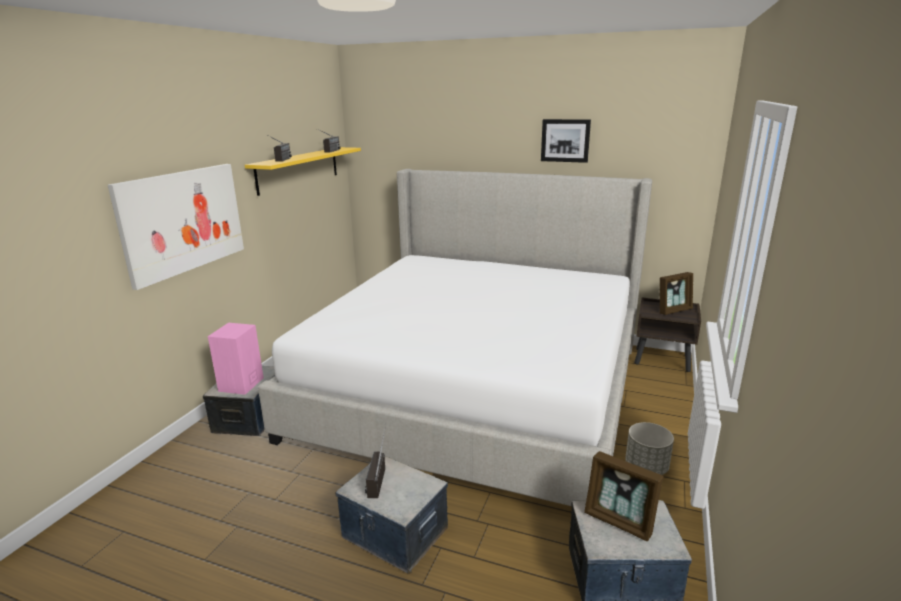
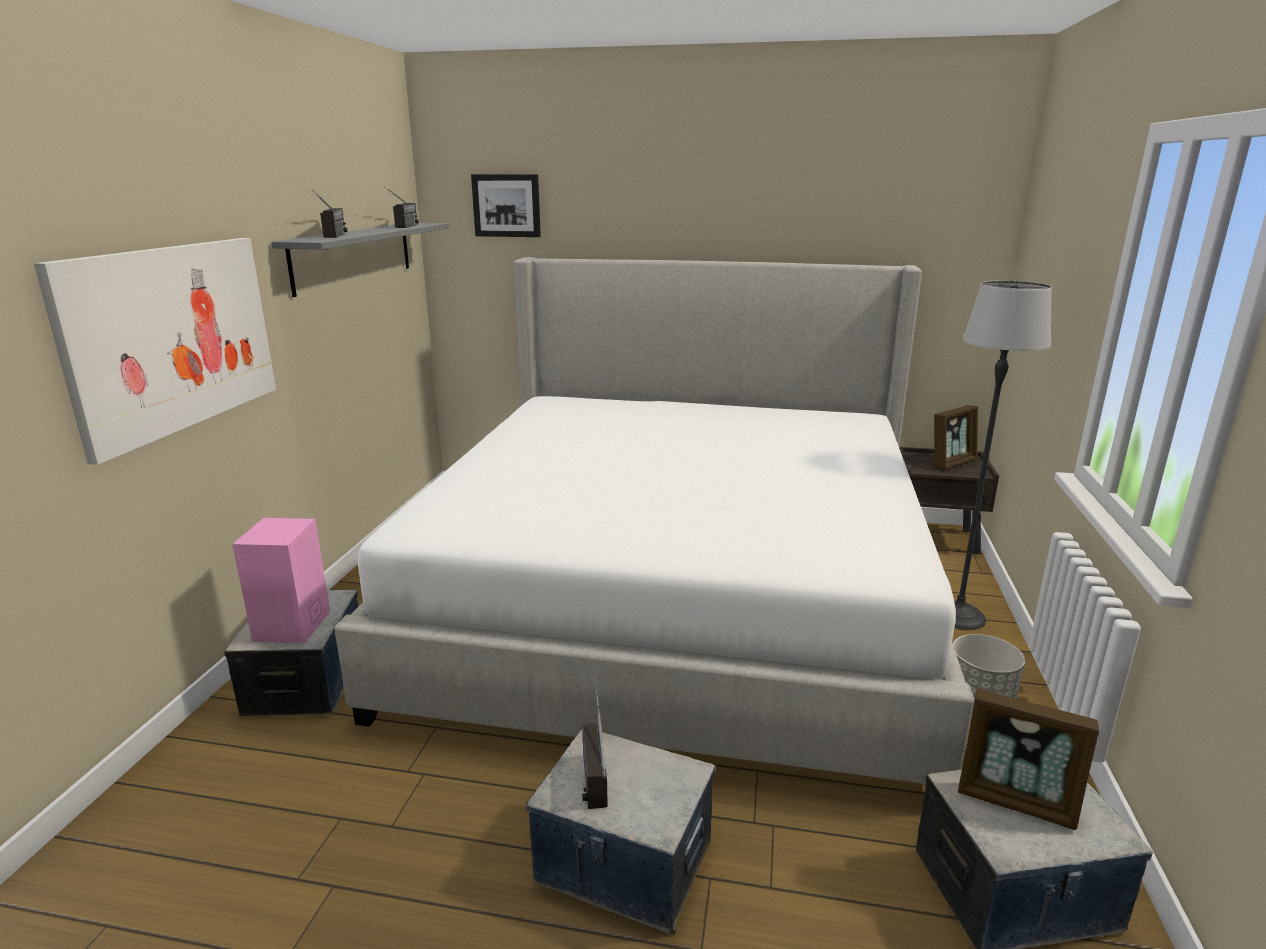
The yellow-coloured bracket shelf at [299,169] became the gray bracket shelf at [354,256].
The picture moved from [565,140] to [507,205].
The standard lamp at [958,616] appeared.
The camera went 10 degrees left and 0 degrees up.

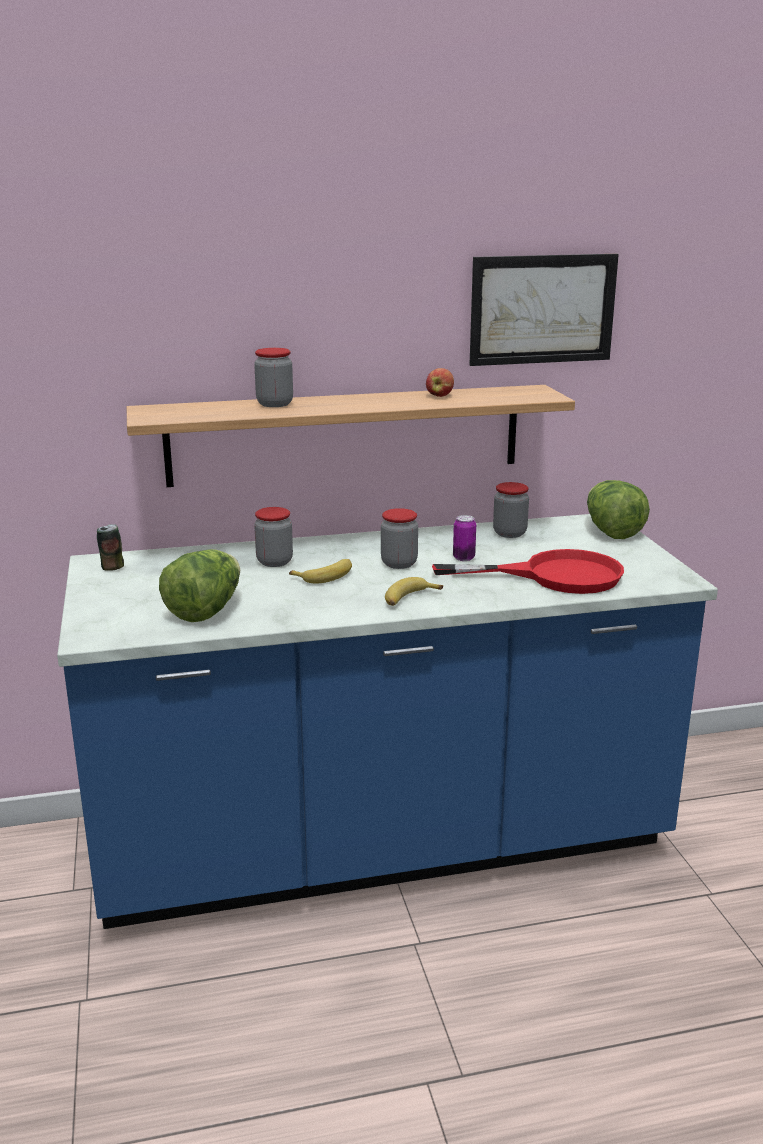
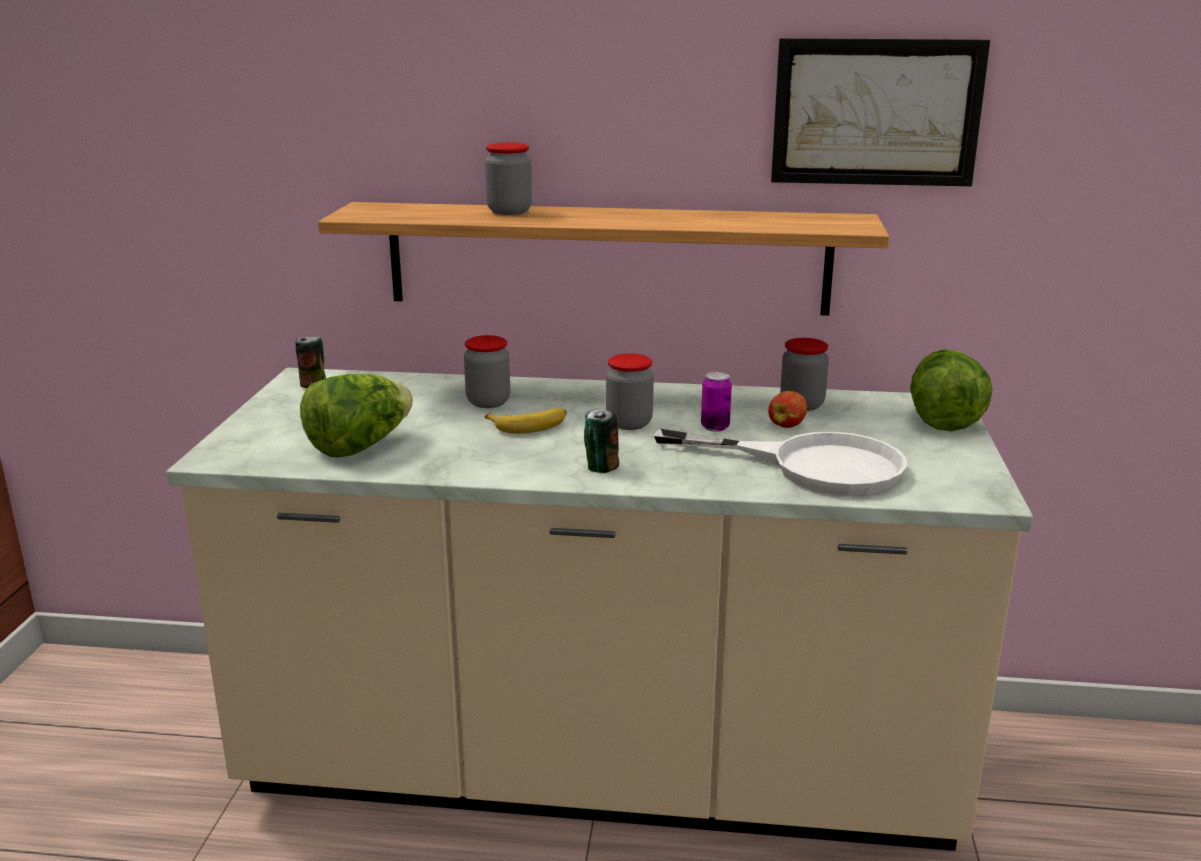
The bluish counter at [381,844] became the beige counter at [600,767].
The whole banana at [409,599] was replaced by the metal can at [600,467].
The reddish frying pan at [554,576] became the white frying pan at [812,465].
The apple moved from [439,396] to [787,425].
The camera went 20 degrees right and 0 degrees up.

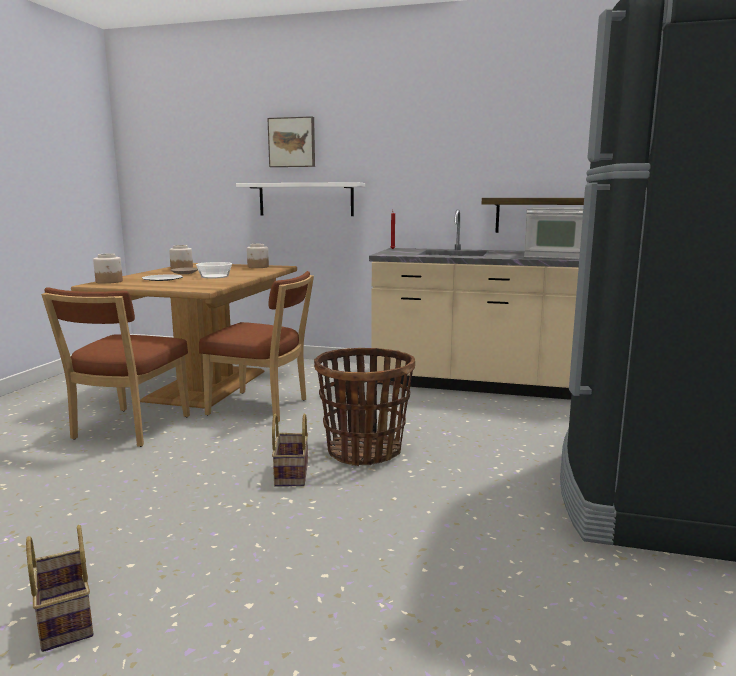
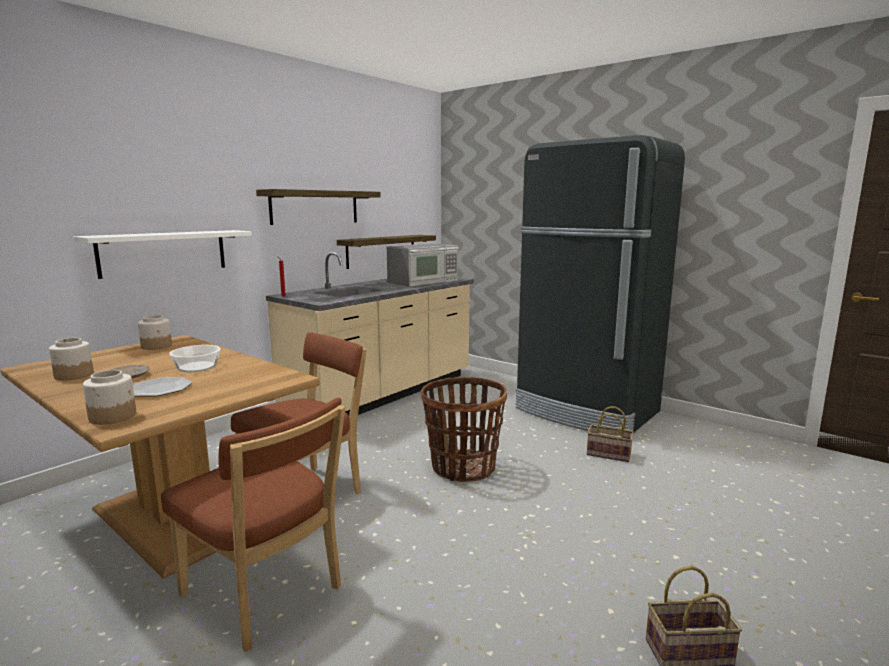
The bracket shelf at [315,207] appeared.
The storage basket moved from [290,473] to [607,454].
The picture at [292,142] disappeared.
The camera went 65 degrees left and 0 degrees up.

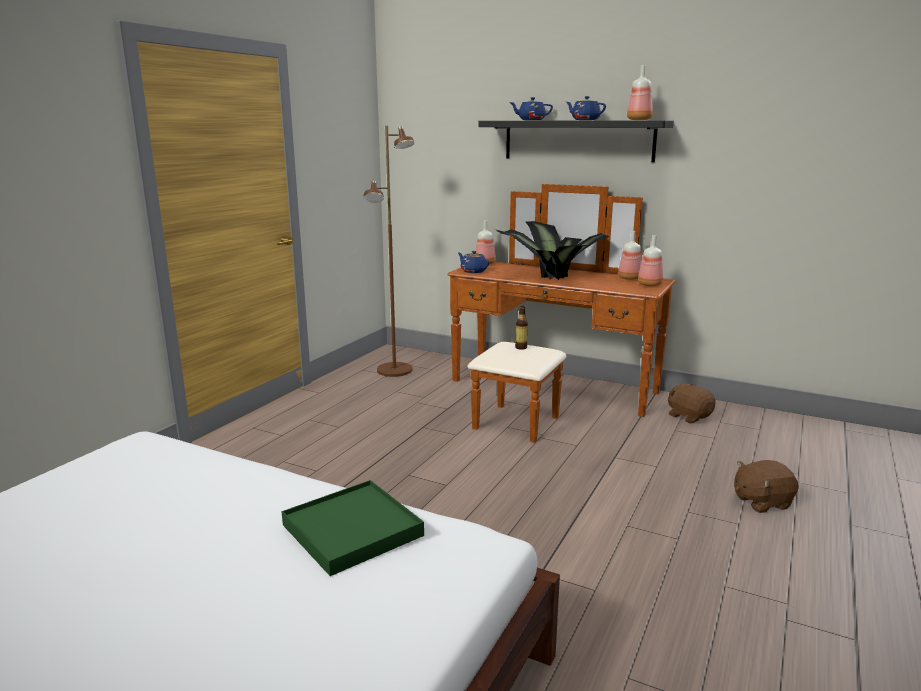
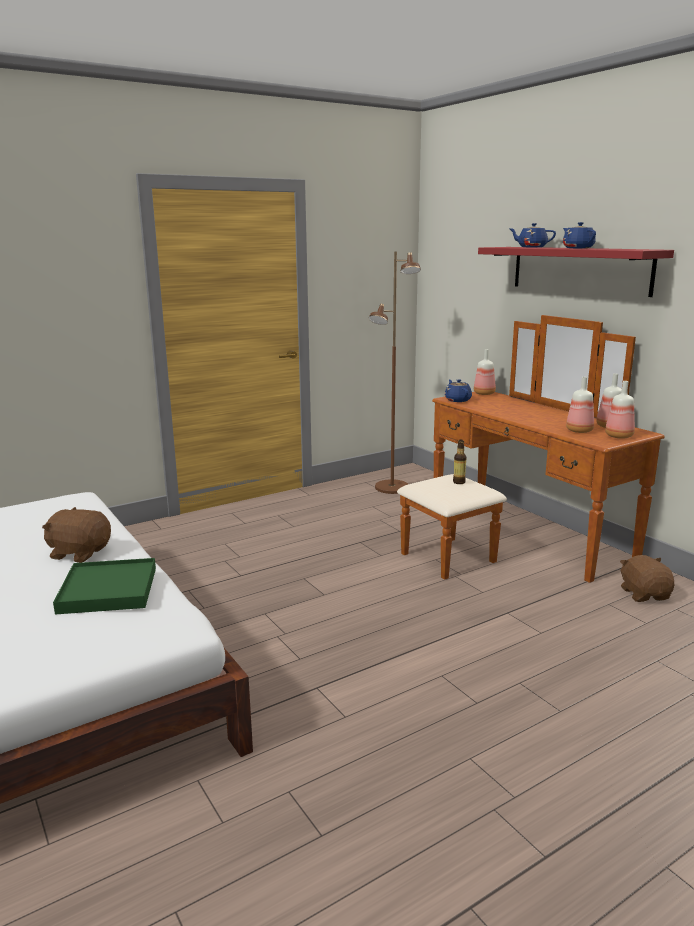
The brown-coloured plush toy moved from [761,501] to [79,553].
The blackish bracket shelf at [578,140] became the reddish bracket shelf at [579,269].
The drink bottle moved from [639,120] to [580,431].
The plant in a pot at [547,276] disappeared.
The camera went 30 degrees right and 0 degrees up.

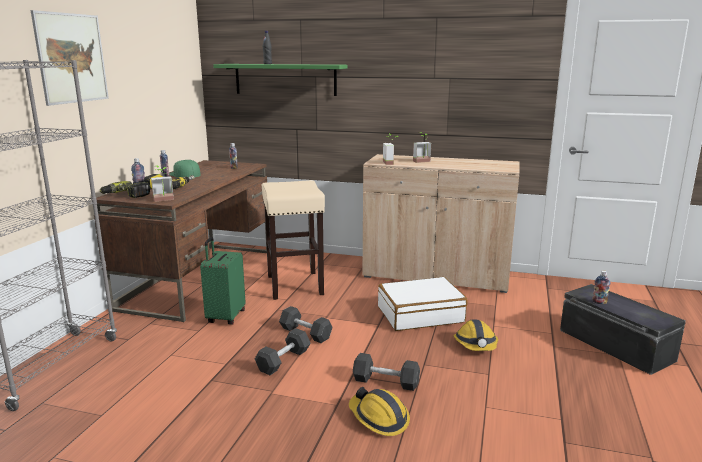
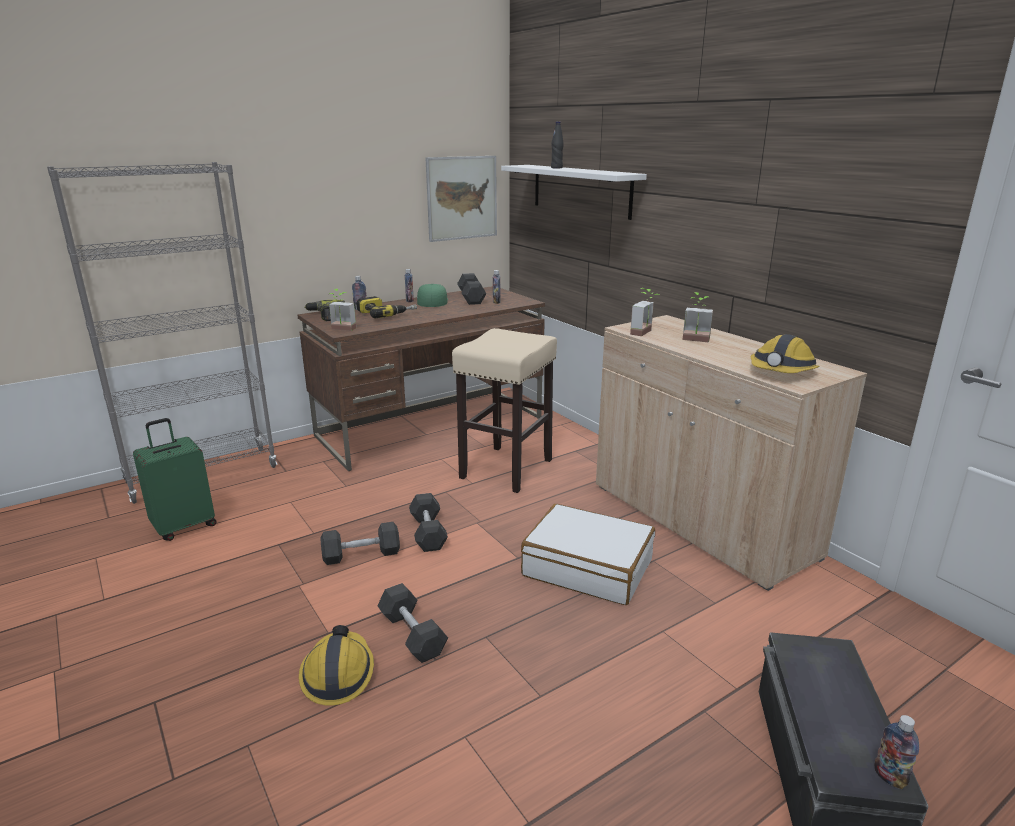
The green-coloured travel case moved from [225,317] to [184,526].
The picture moved from [72,58] to [462,198].
The gray hand weight at [471,298] appeared.
The green-coloured bracket shelf at [285,79] became the white bracket shelf at [580,190].
The work helmet moved from [476,345] to [781,372].
The drink bottle moved from [599,302] to [889,777].
The camera went 40 degrees right and 5 degrees up.

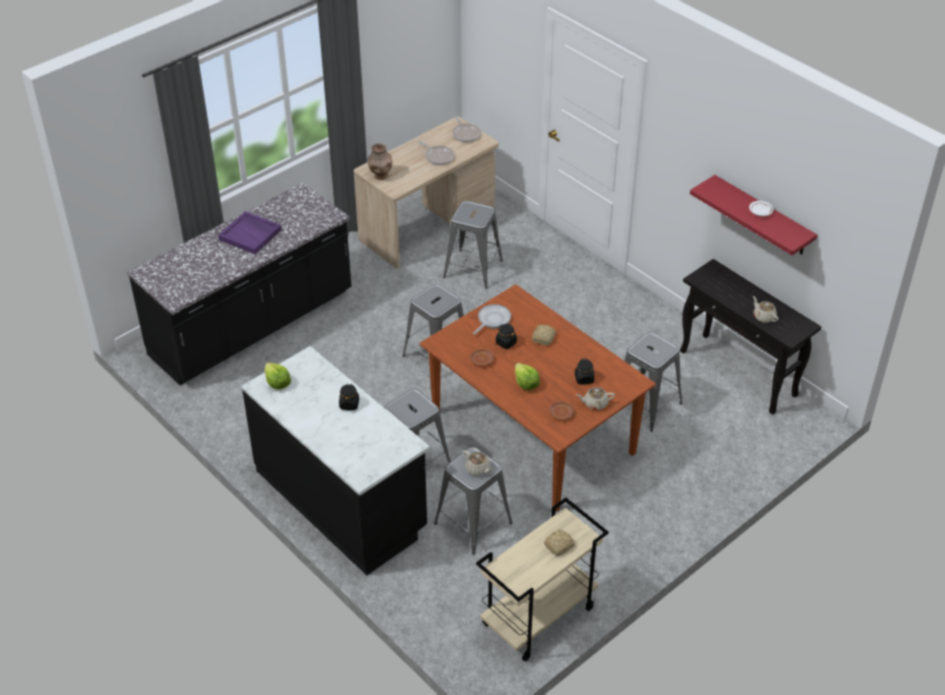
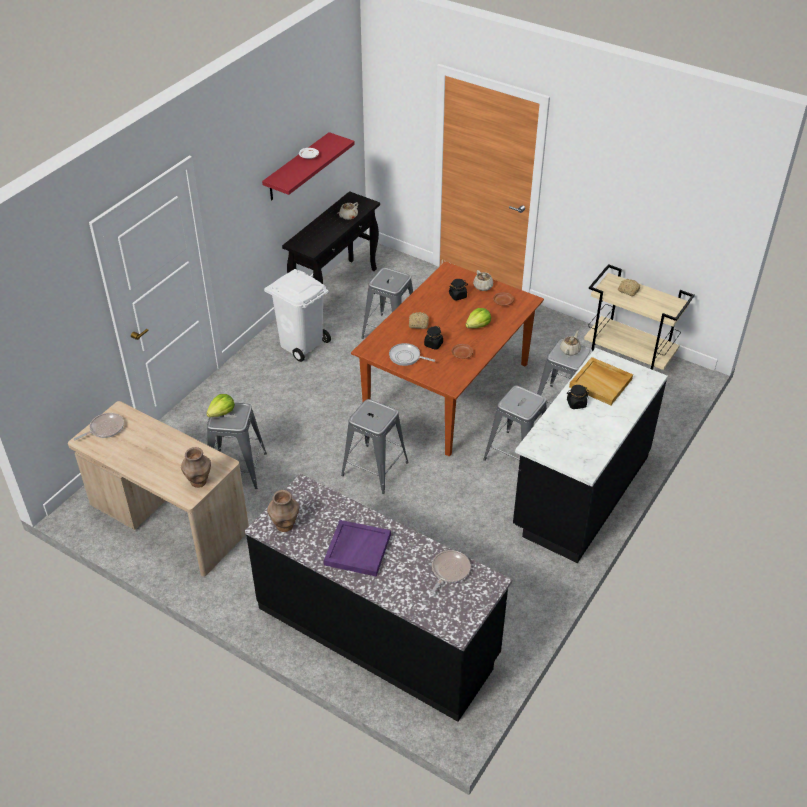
The lettuce head moved from [277,382] to [222,412].
The white waste bin at [302,344] appeared.
The brown-coloured flower vase at [285,526] appeared.
The frying pan moved from [438,156] to [449,571].
The beige serving tray at [601,383] appeared.
The camera went 105 degrees left and 0 degrees up.

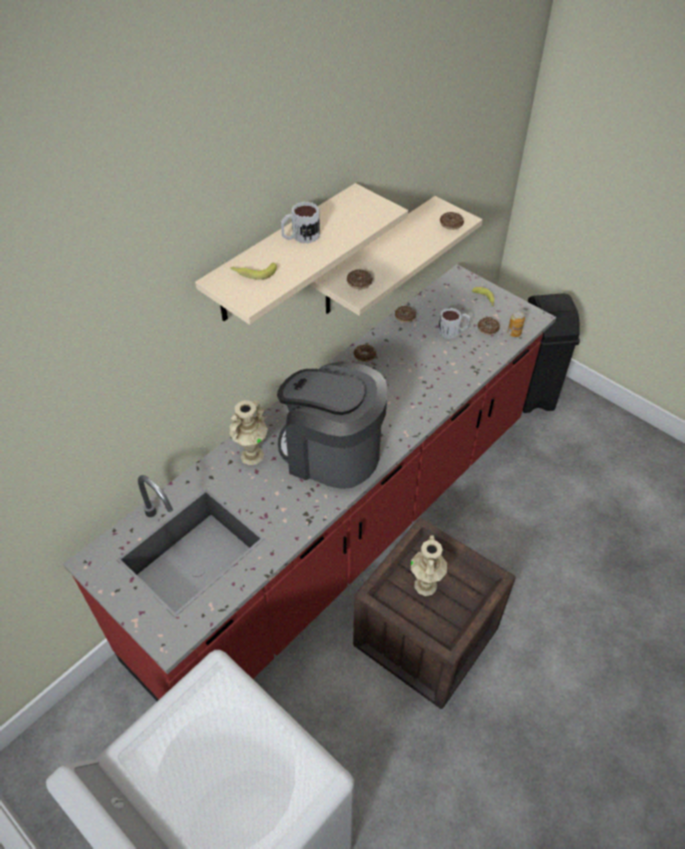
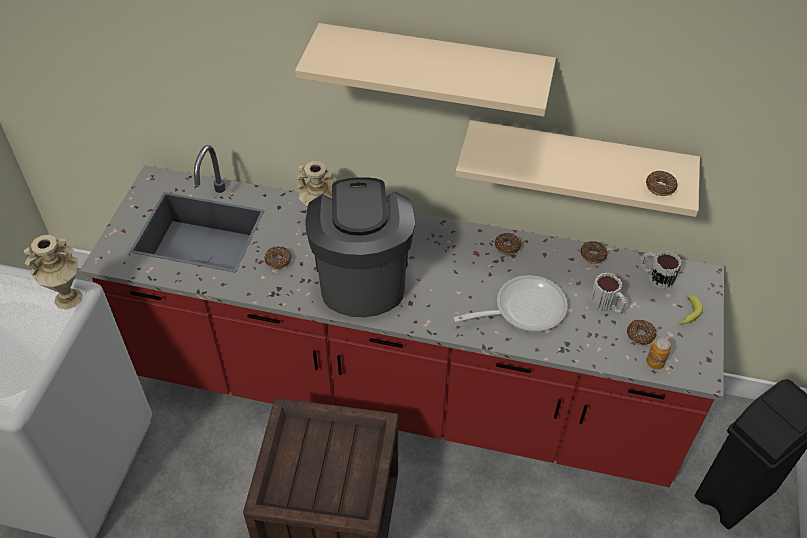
The beige flower vase moved from [426,585] to [68,299].
The doughnut moved from [359,282] to [278,260].
The frying pan at [523,309] appeared.
The mug moved from [300,237] to [656,276].
The whole banana at [253,273] disappeared.
The camera went 60 degrees right and 0 degrees up.

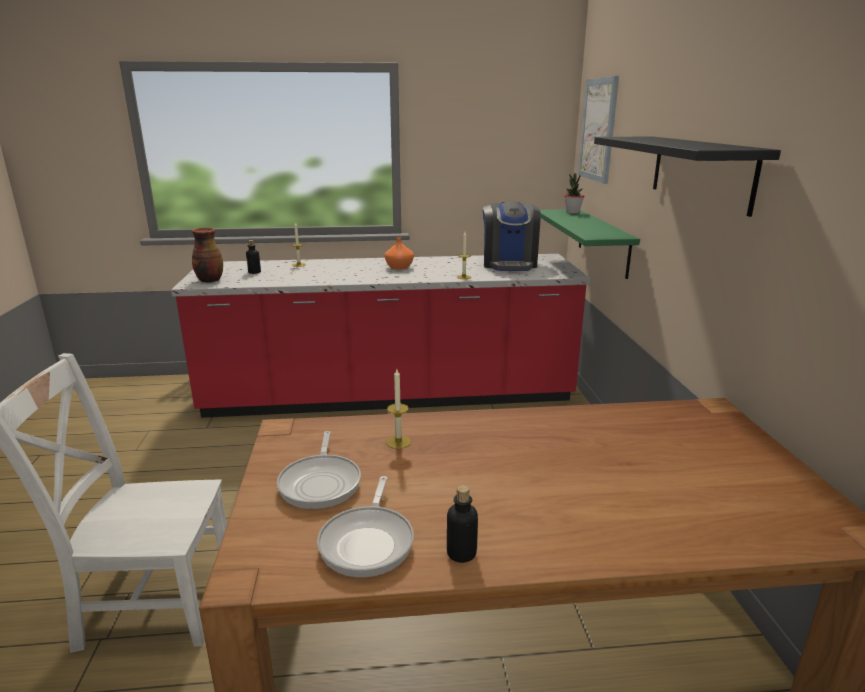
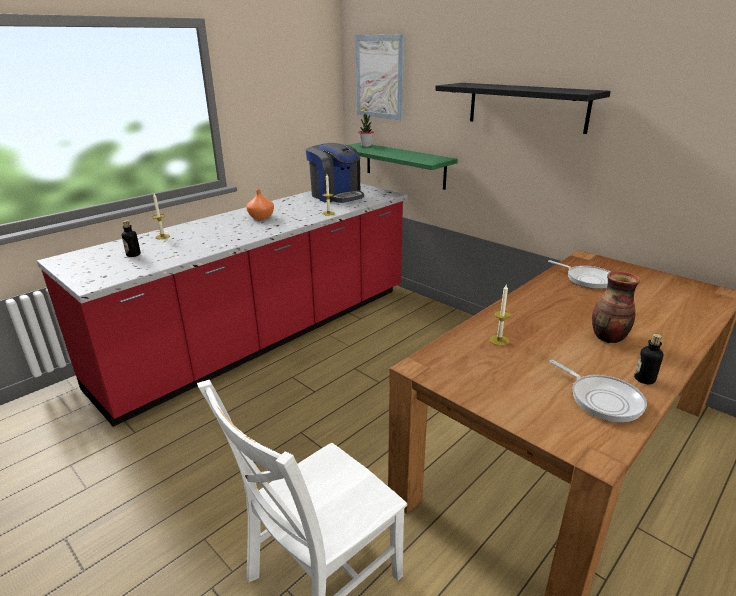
The frying pan moved from [321,482] to [587,279].
The flower vase moved from [209,280] to [608,337].
The camera went 40 degrees left and 5 degrees up.

